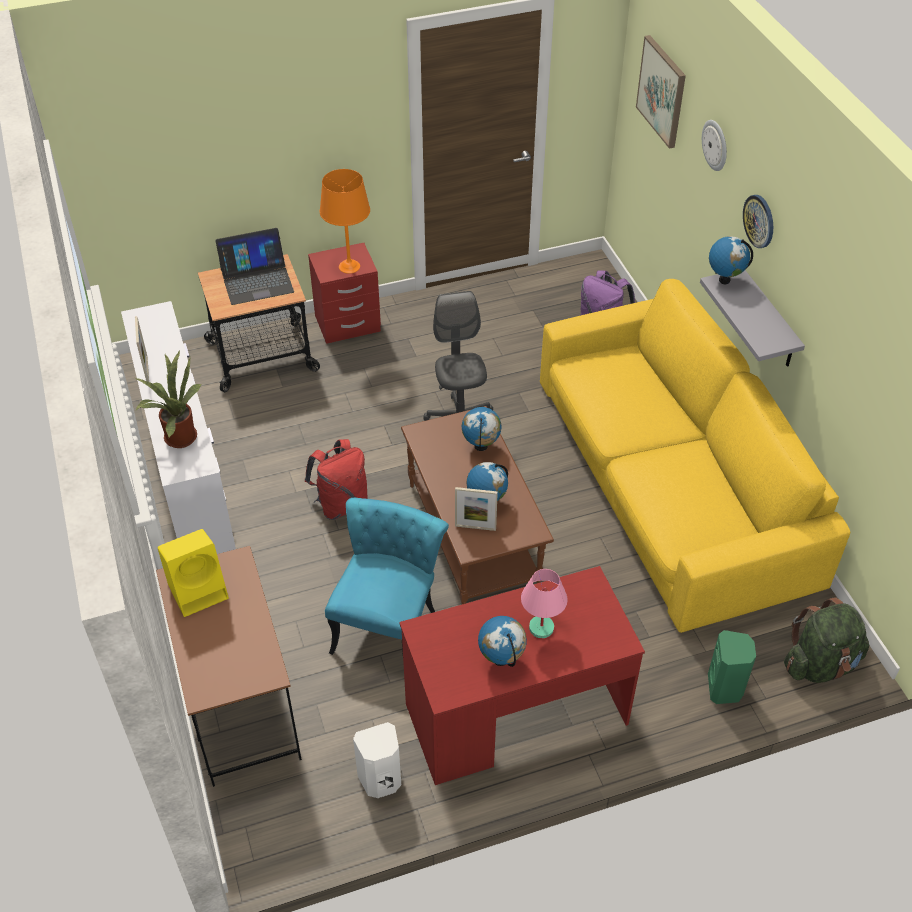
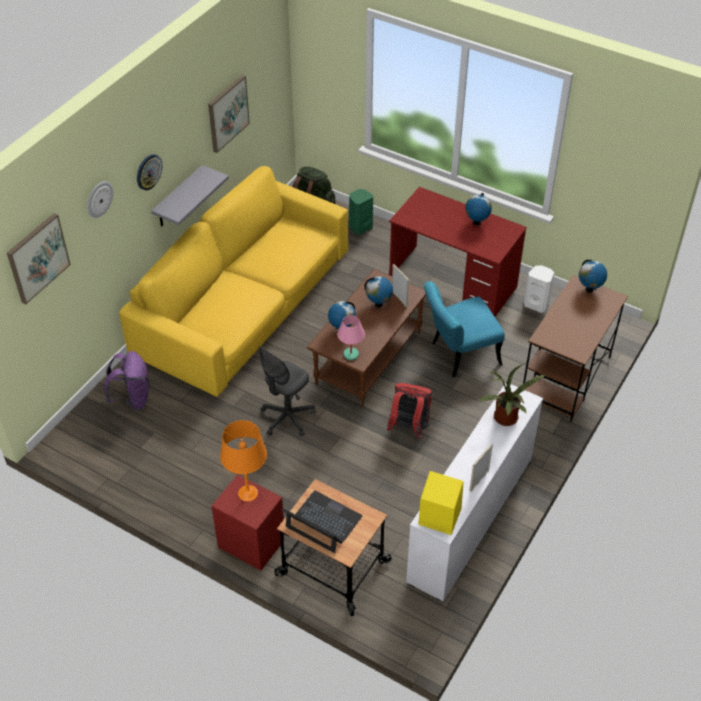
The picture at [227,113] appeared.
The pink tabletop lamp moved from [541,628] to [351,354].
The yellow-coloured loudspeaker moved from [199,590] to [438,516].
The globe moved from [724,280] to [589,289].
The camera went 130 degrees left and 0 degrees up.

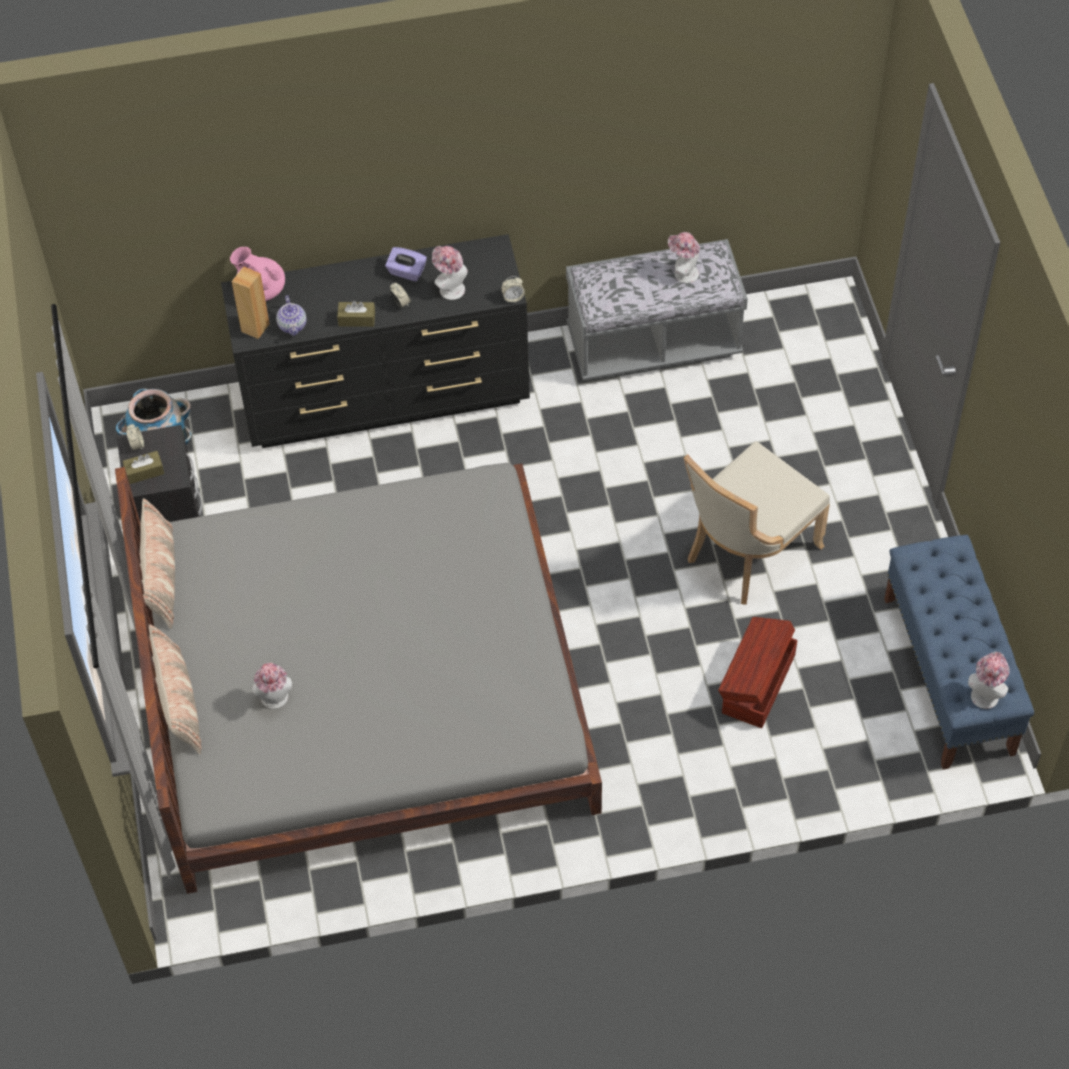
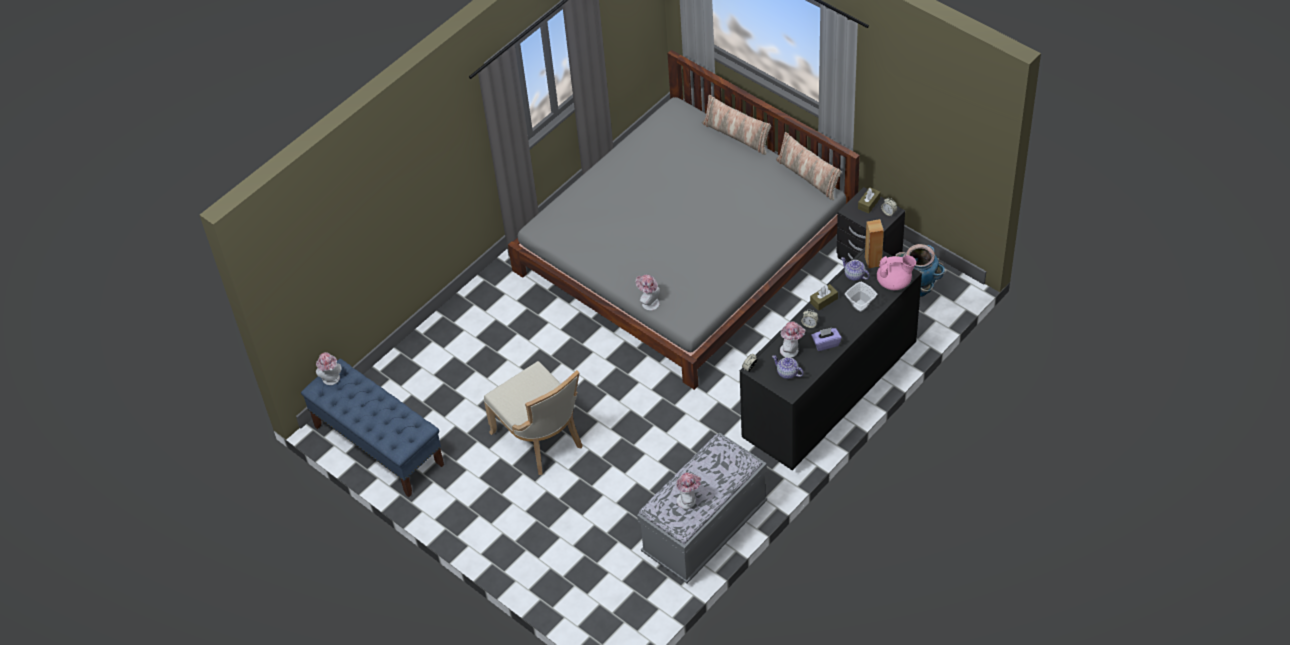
The beige chair at [747,553] turned 135 degrees clockwise.
The hat moved from [275,700] to [648,302].
The tea pot at [787,373] appeared.
The deep dish at [859,305] appeared.
The brown-coloured storage bin at [756,684] disappeared.
The camera went 145 degrees right and 5 degrees down.

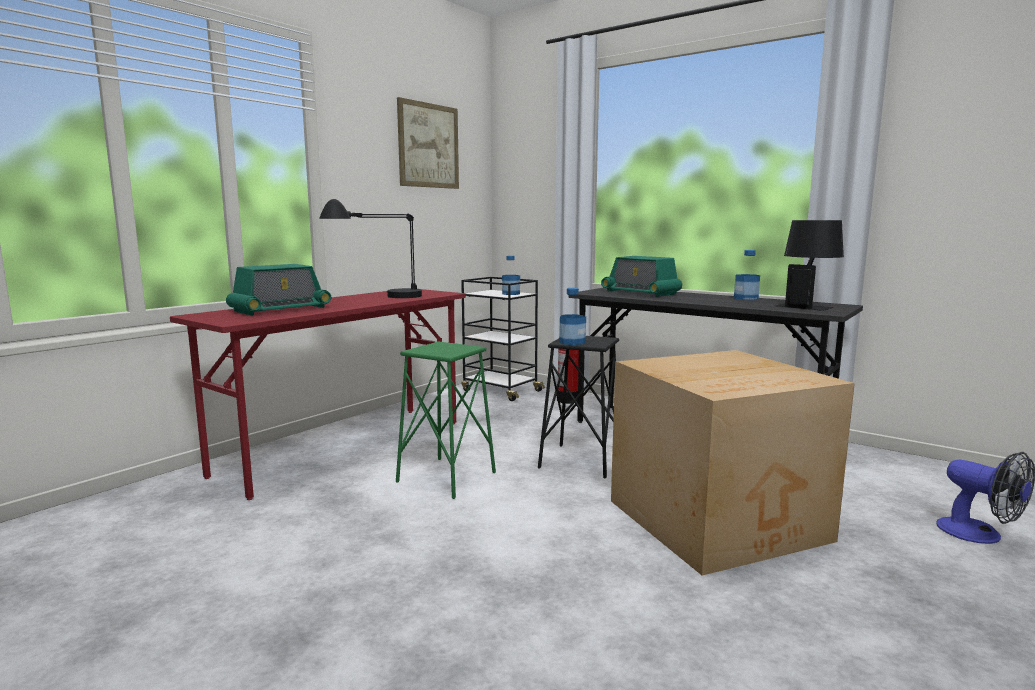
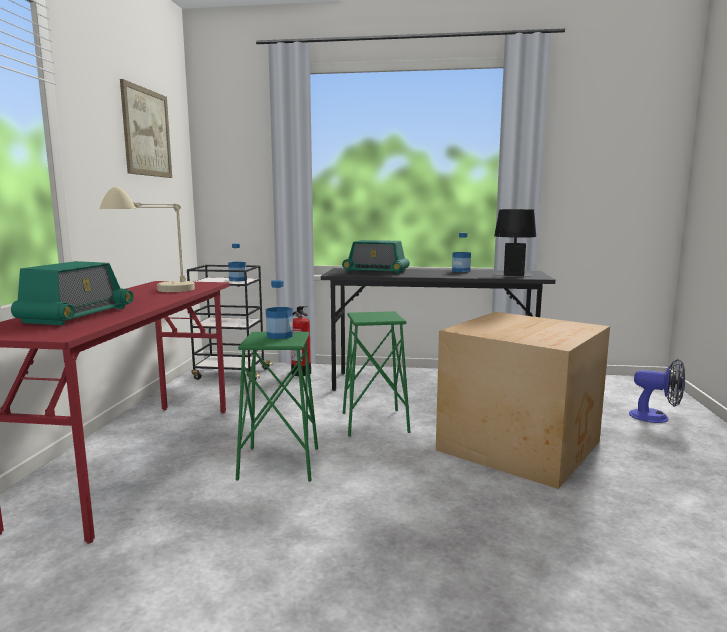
The blackish tabletop lamp at [378,298] became the beige tabletop lamp at [156,294].
The drink bottle moved from [572,342] to [279,336].
The blackish stool at [580,461] became the green-coloured stool at [374,422].
The camera went 30 degrees left and 0 degrees up.

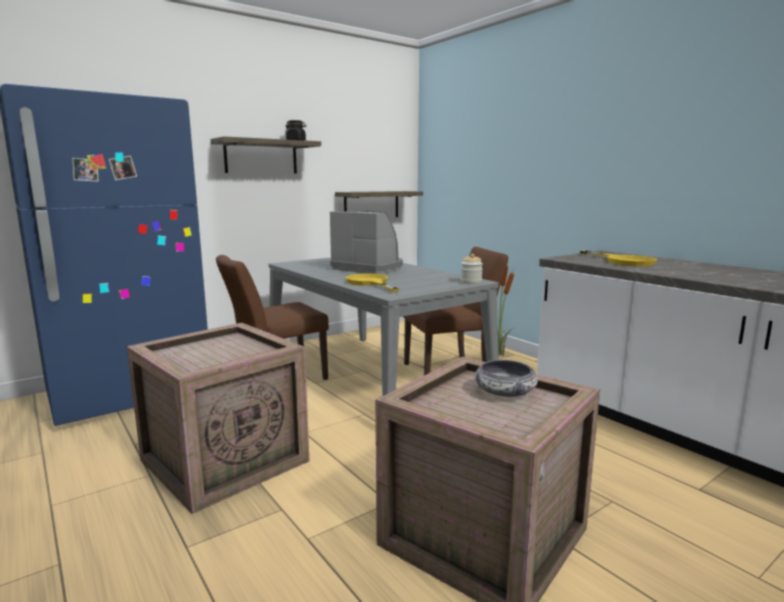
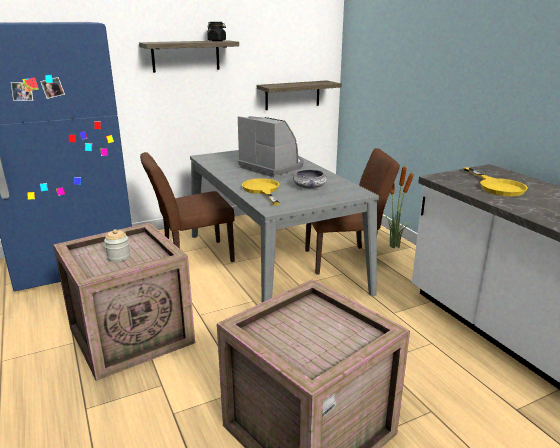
The storage jar moved from [471,282] to [118,257].
The deep dish moved from [504,392] to [309,186].
The camera went 10 degrees right and 10 degrees up.

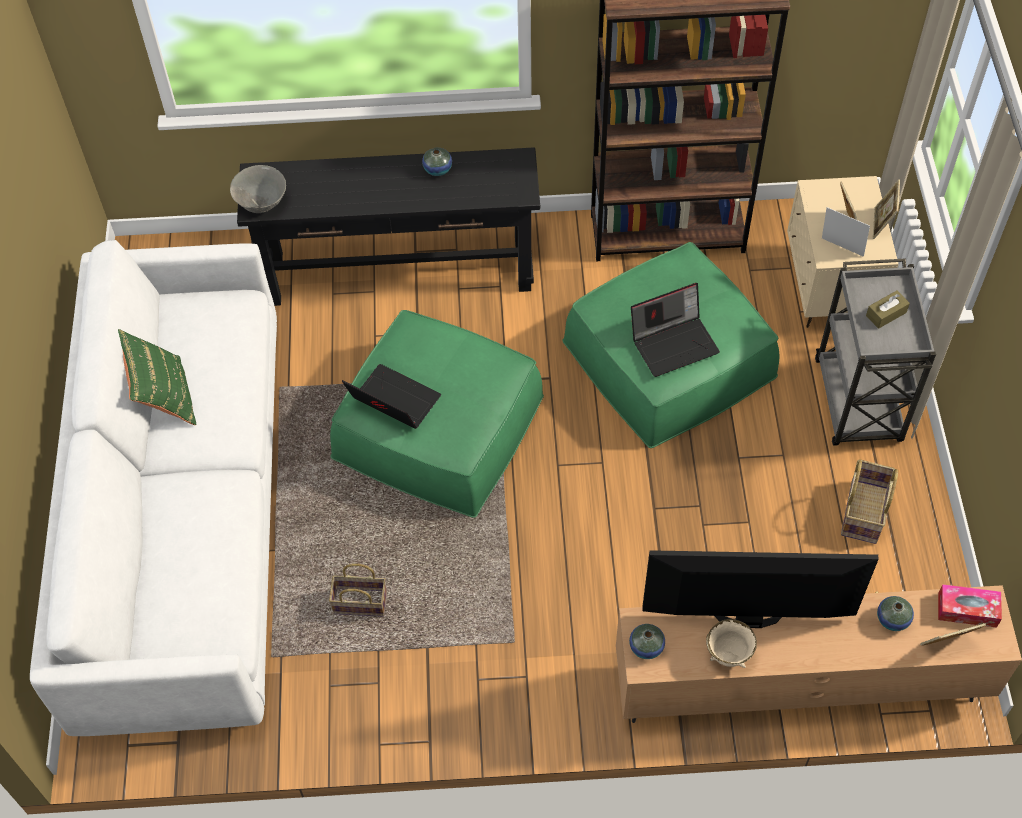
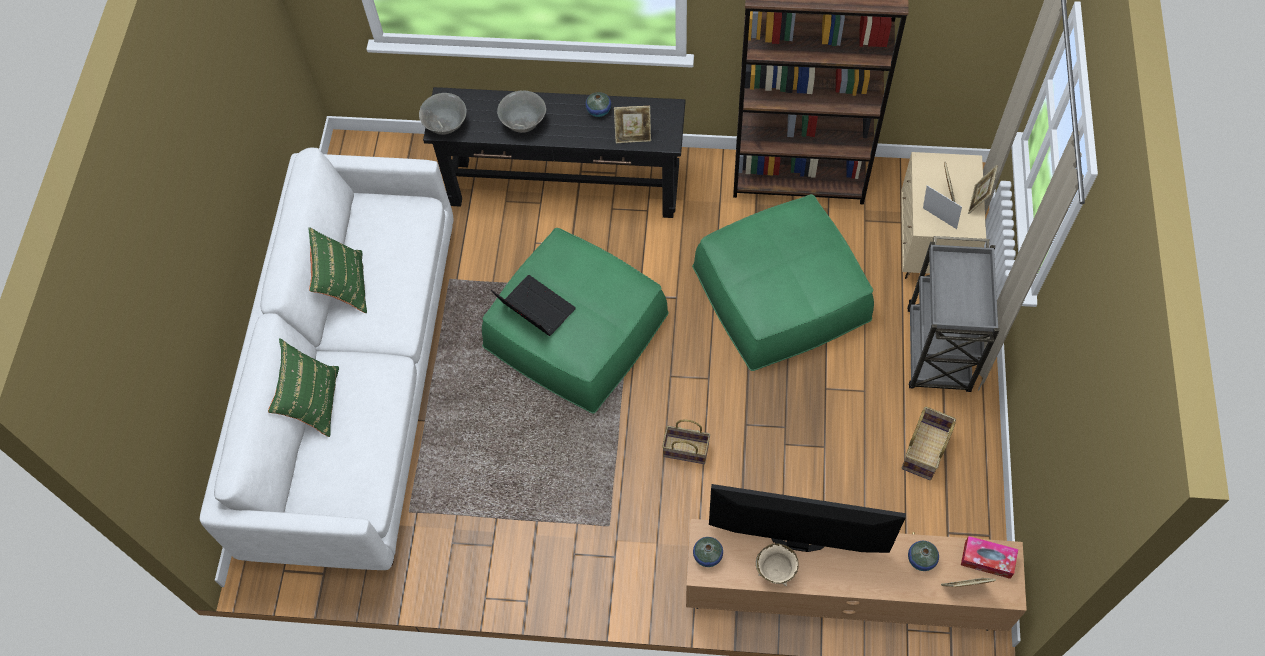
The green-coloured pillow at [313,401] appeared.
The gray deep dish at [524,123] appeared.
The picture frame at [633,136] appeared.
The storage basket moved from [359,604] to [684,451].
The notebook computer at [674,343] disappeared.
The brown-coloured tissue box at [886,314] disappeared.
The camera went 10 degrees right and 5 degrees up.

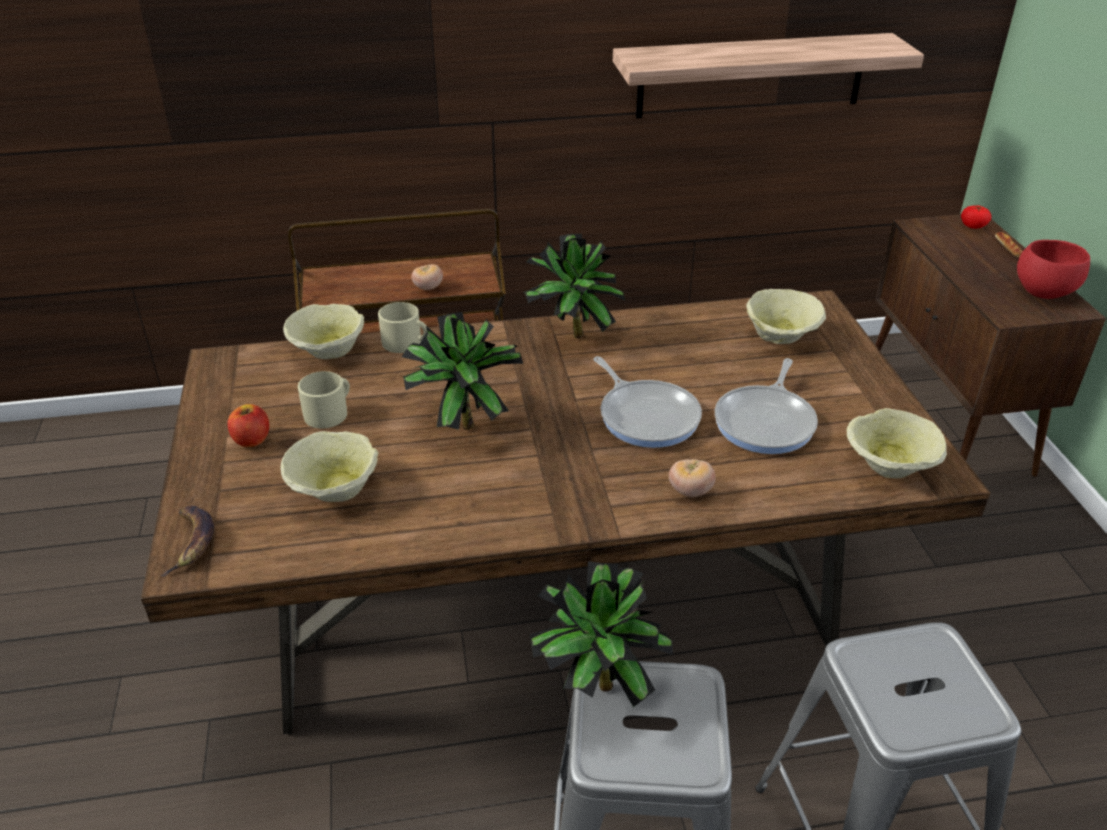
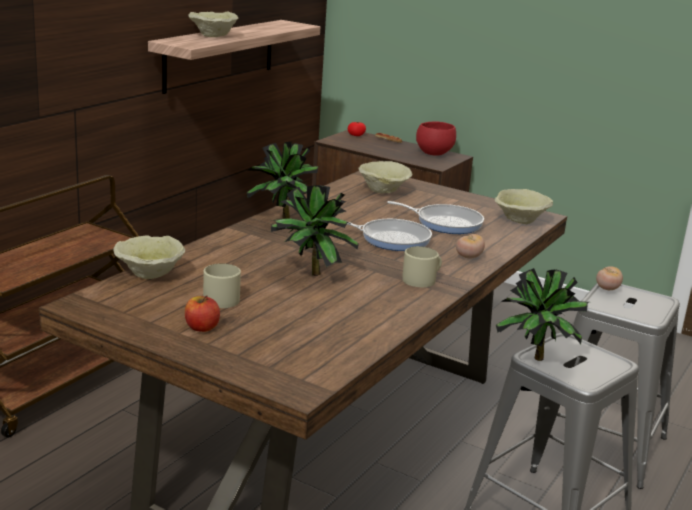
The beige deep dish moved from [334,488] to [212,35].
The frying pan at [766,422] turned 45 degrees counterclockwise.
The beige mug moved from [406,343] to [422,279].
The tomato moved from [428,287] to [607,289].
The whole banana at [192,542] disappeared.
The camera went 50 degrees left and 15 degrees down.

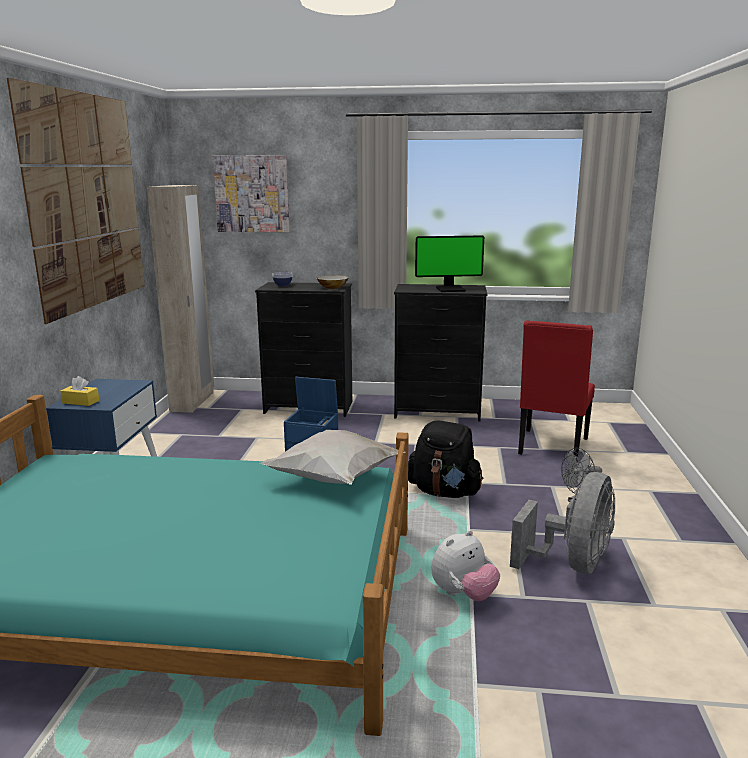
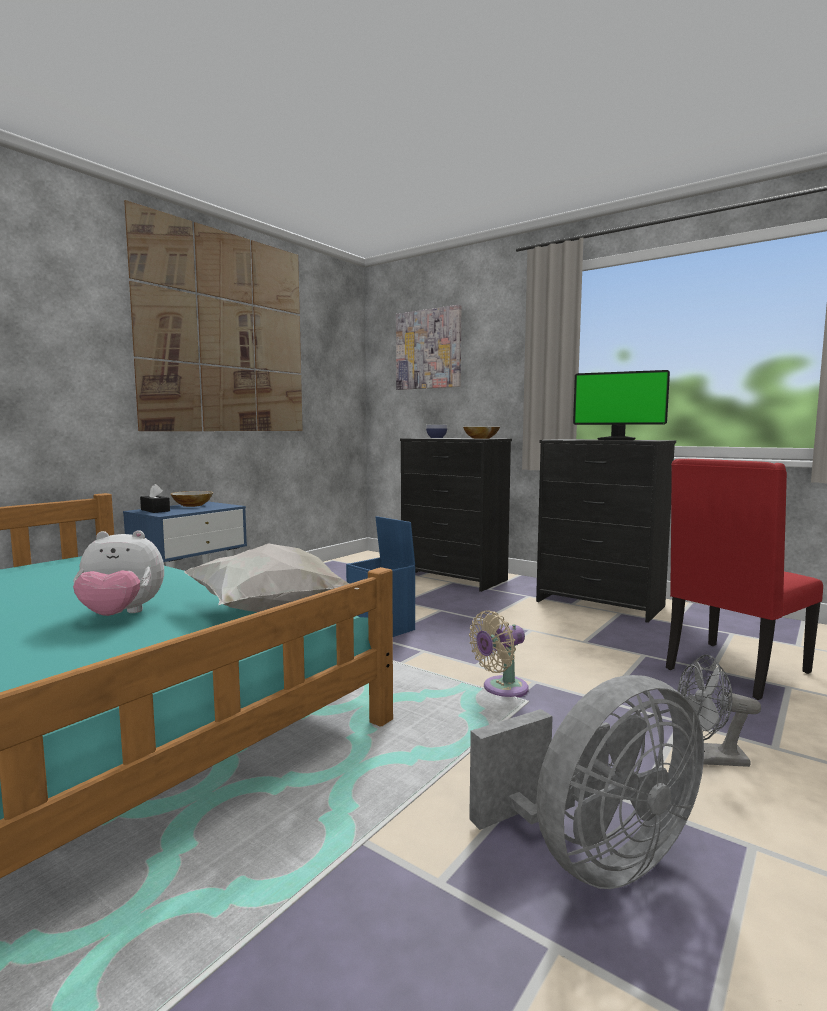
The plush toy moved from [463,594] to [121,615].
The yellow-coloured tissue box at [80,402] became the blackish tissue box at [155,510].
The deep dish at [192,505] appeared.
The blackish rucksack at [444,492] was replaced by the beige fan at [501,689].
The beige armoire at [193,402] disappeared.
The camera went 30 degrees right and 10 degrees down.

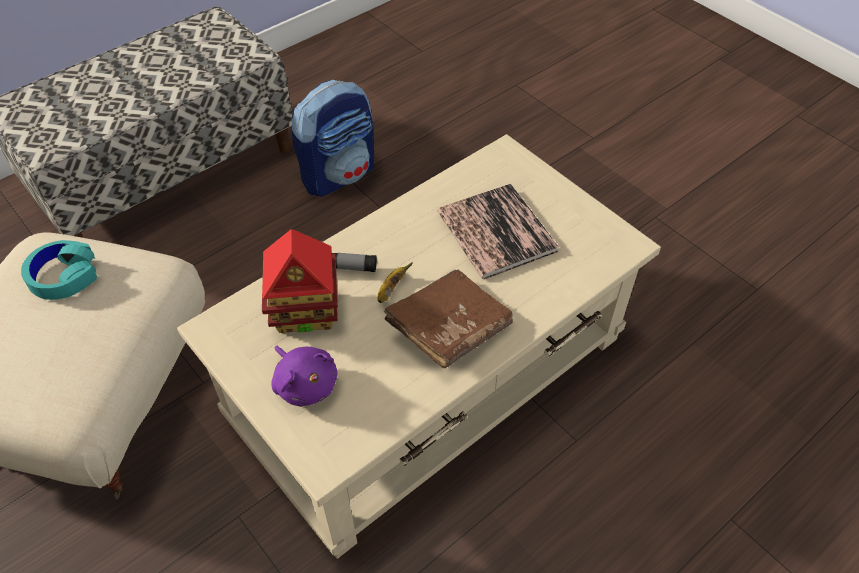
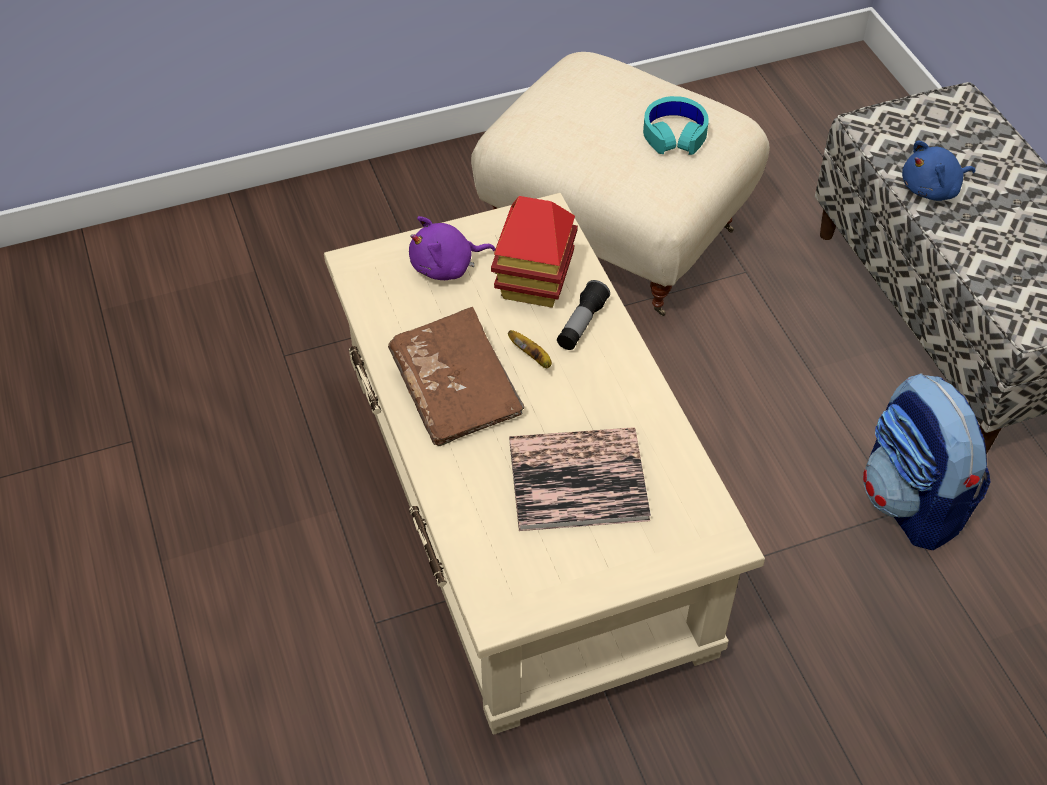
The bluish plush toy at [932,189] appeared.
The camera went 110 degrees right and 0 degrees up.

